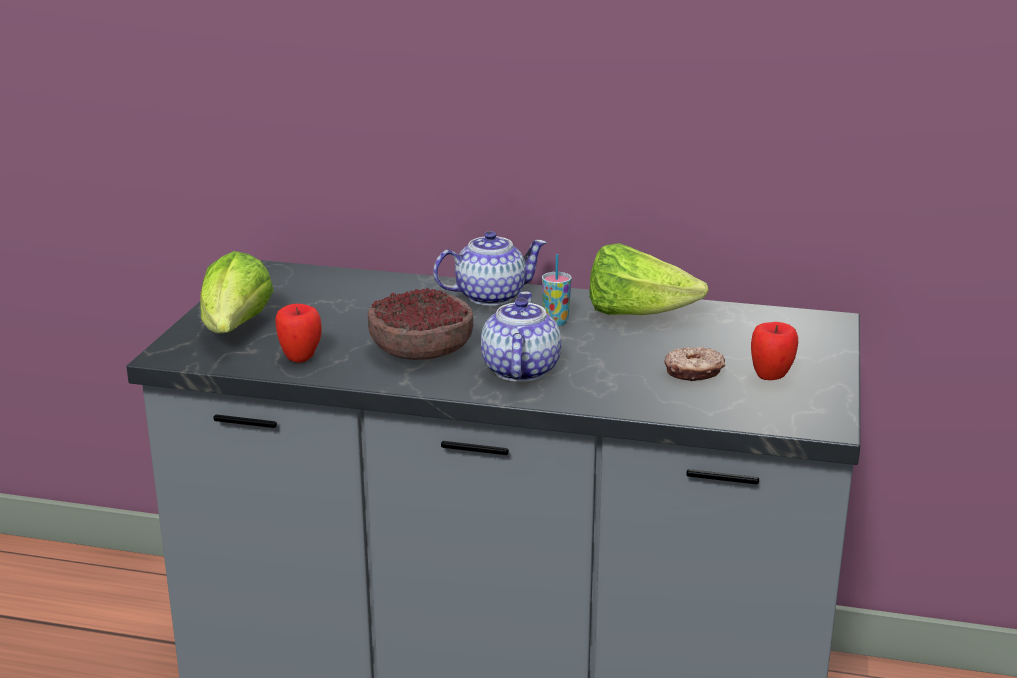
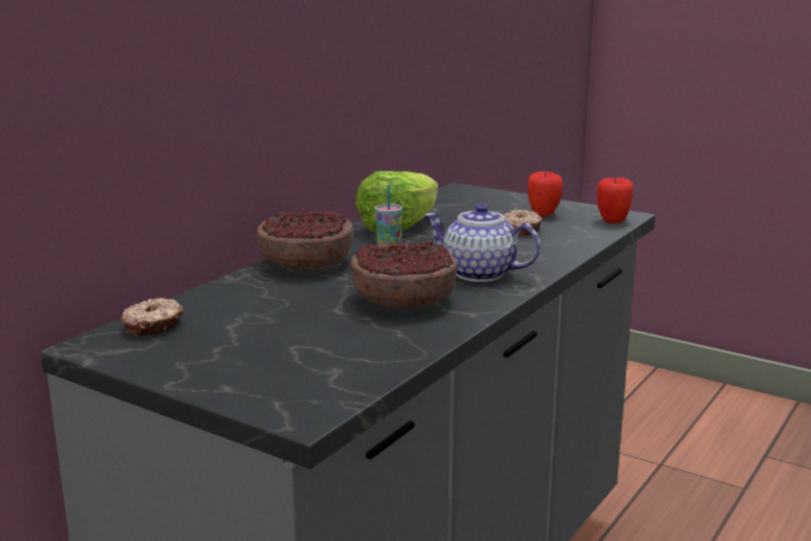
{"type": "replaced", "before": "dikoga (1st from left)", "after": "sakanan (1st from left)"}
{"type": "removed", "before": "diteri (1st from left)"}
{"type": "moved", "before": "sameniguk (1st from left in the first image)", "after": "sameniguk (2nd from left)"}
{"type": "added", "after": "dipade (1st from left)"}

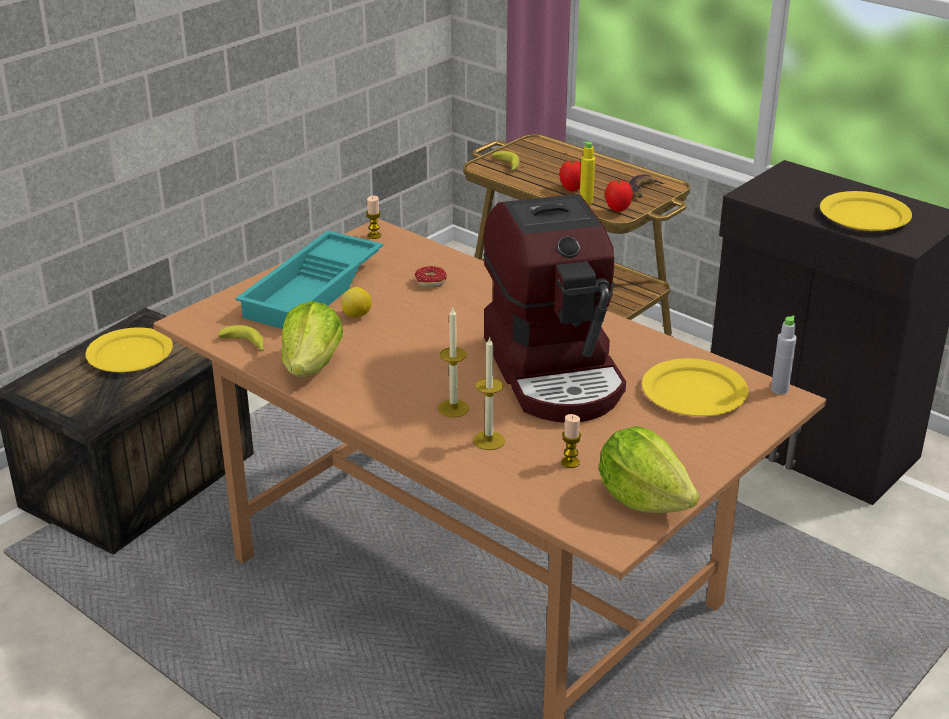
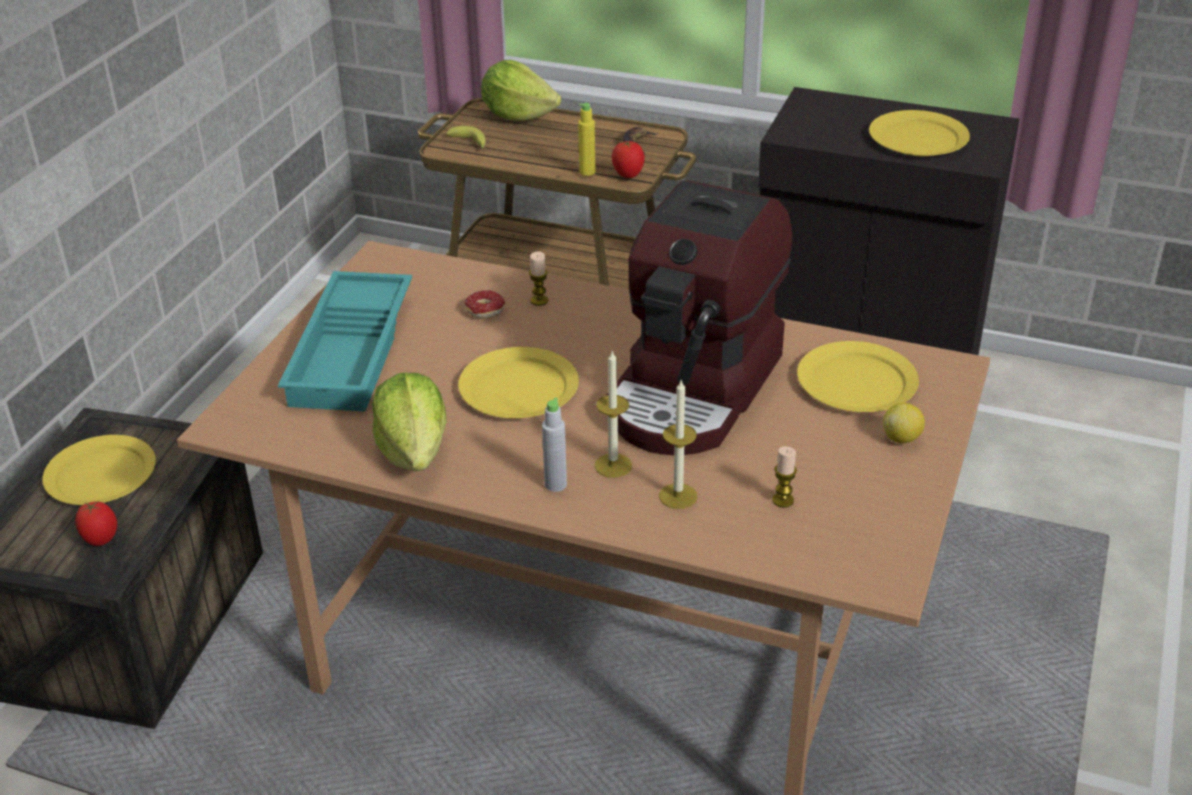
{"type": "moved", "before": "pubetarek (1st from left)"}
{"type": "turned", "before": "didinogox", "turn": 60}
{"type": "moved", "before": "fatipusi (1st from left)"}
{"type": "moved", "before": "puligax"}
{"type": "moved", "before": "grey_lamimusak"}
{"type": "removed", "before": "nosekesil (1st from left)"}
{"type": "moved", "before": "diteri (2nd from left)"}
{"type": "added", "after": "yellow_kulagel (2nd from left)"}

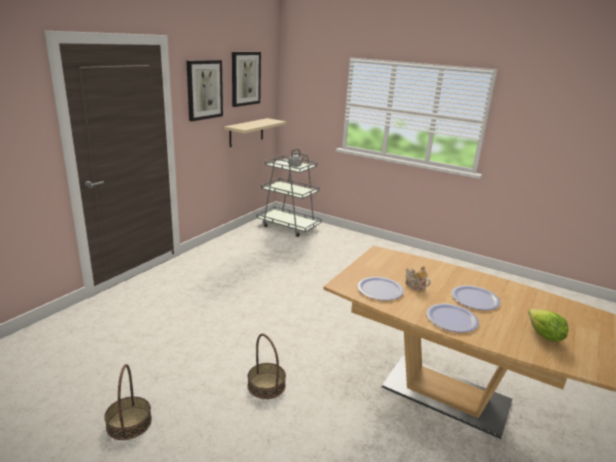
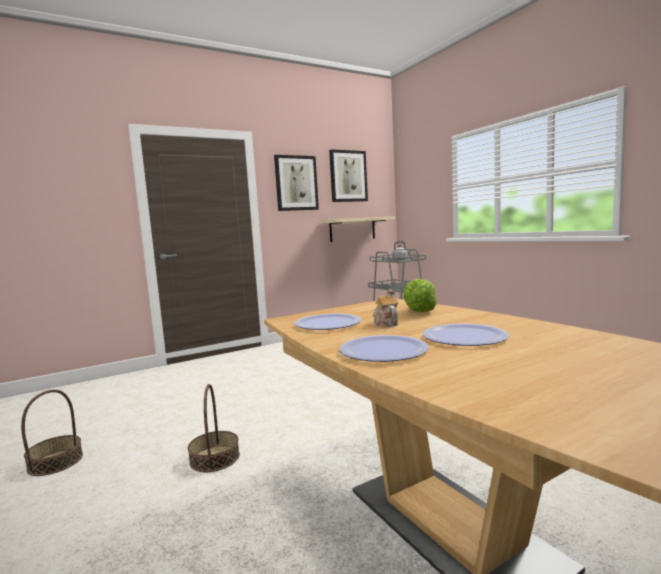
{"type": "moved", "before": "diteri"}

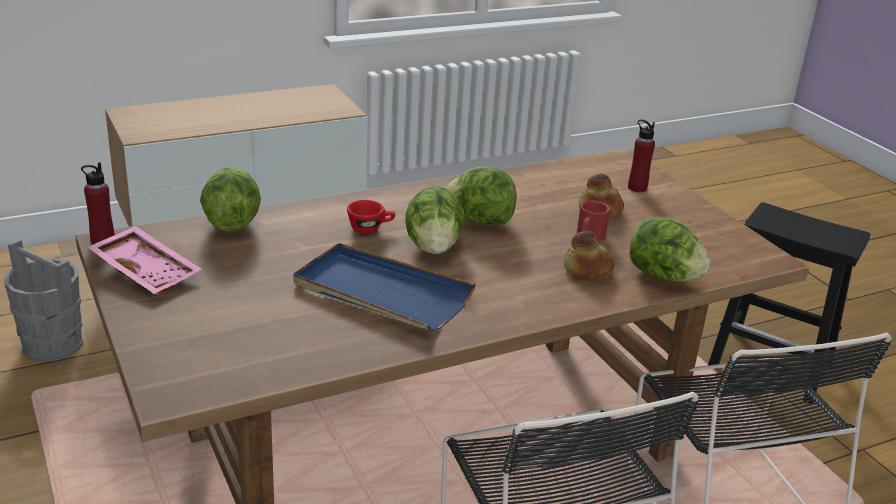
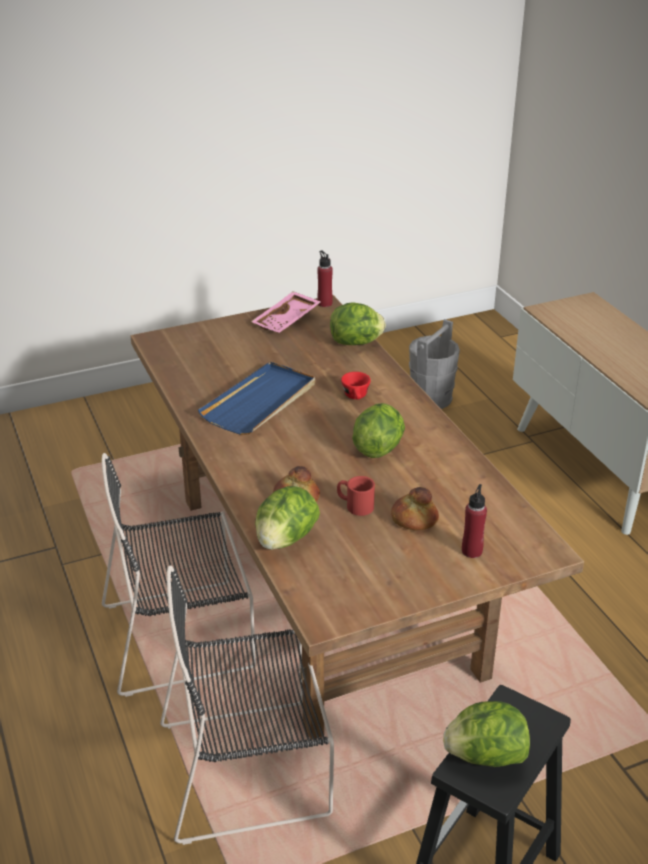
{"type": "moved", "before": "diteri (2nd from left in the first image)", "after": "diteri (4th from left)"}

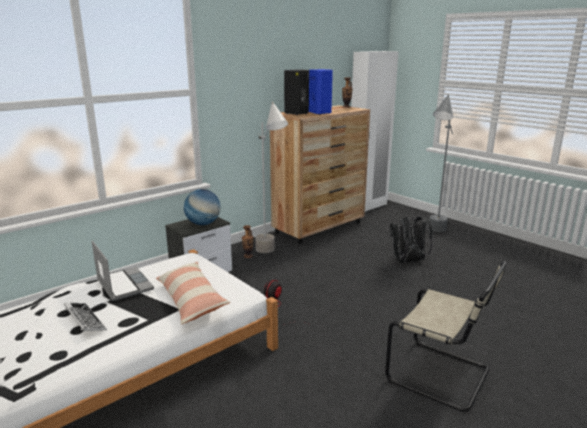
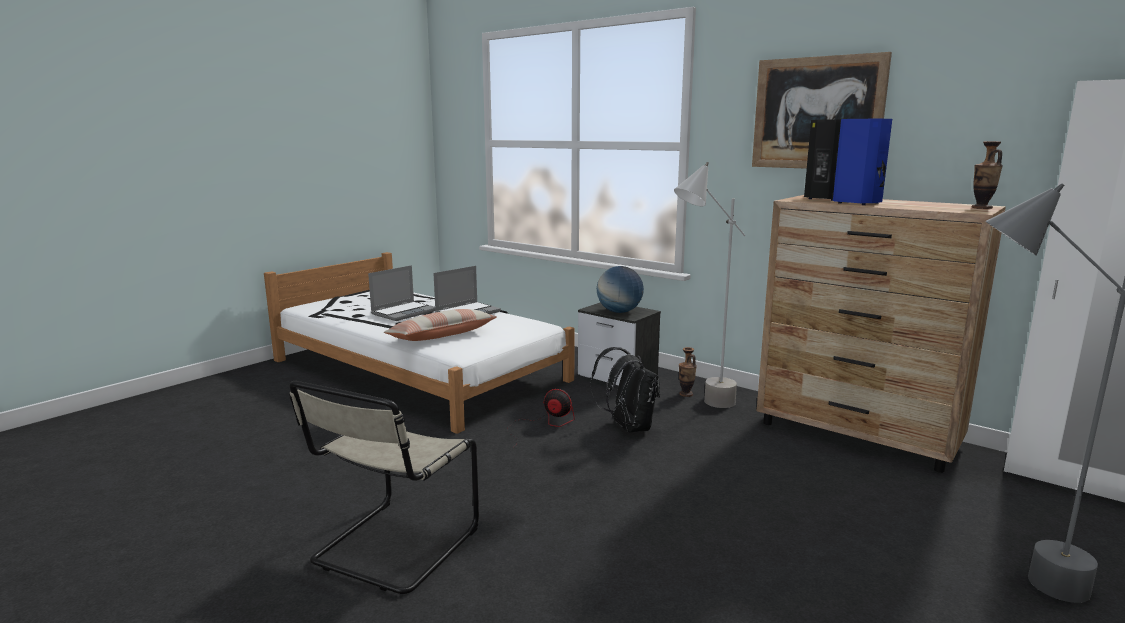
{"type": "moved", "before": "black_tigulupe"}
{"type": "replaced", "before": "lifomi", "after": "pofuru (1st from left)"}
{"type": "added", "after": "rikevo"}

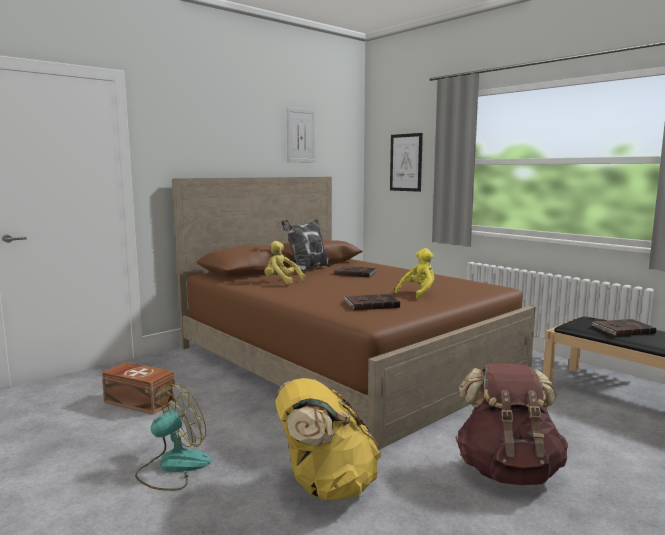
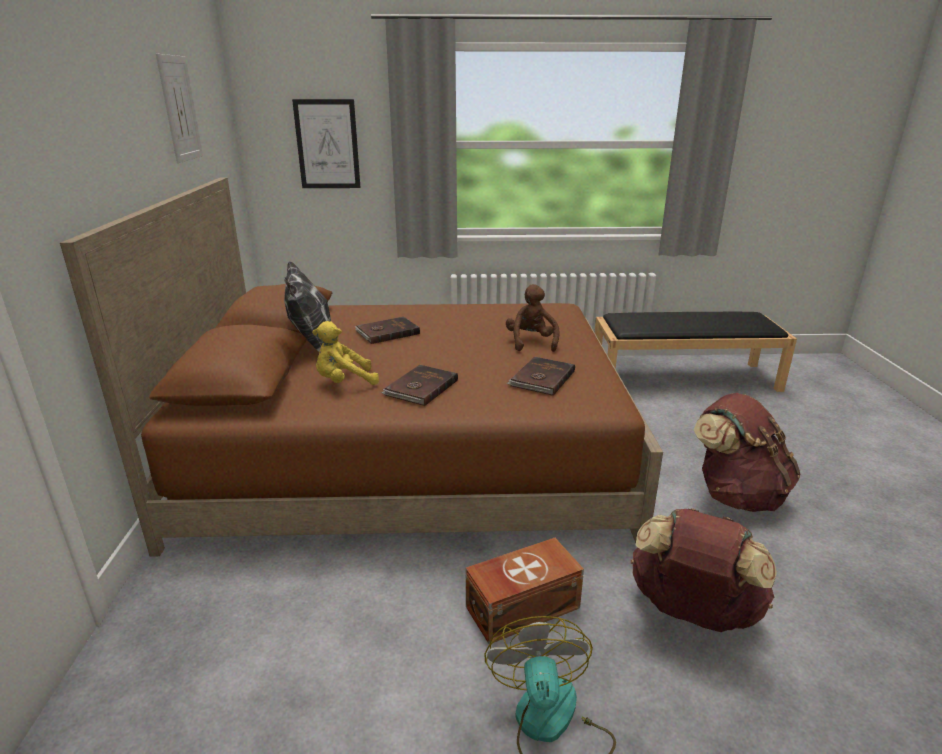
{"type": "recoloured", "before": "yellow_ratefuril (2nd from left)", "after": "brown_ratefuril"}
{"type": "moved", "before": "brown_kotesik (3rd from left in the first image)", "after": "brown_kotesik (2nd from left)"}
{"type": "moved", "before": "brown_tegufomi"}
{"type": "recoloured", "before": "yellow_tigulupe", "after": "brown_tigulupe (1st from left)"}

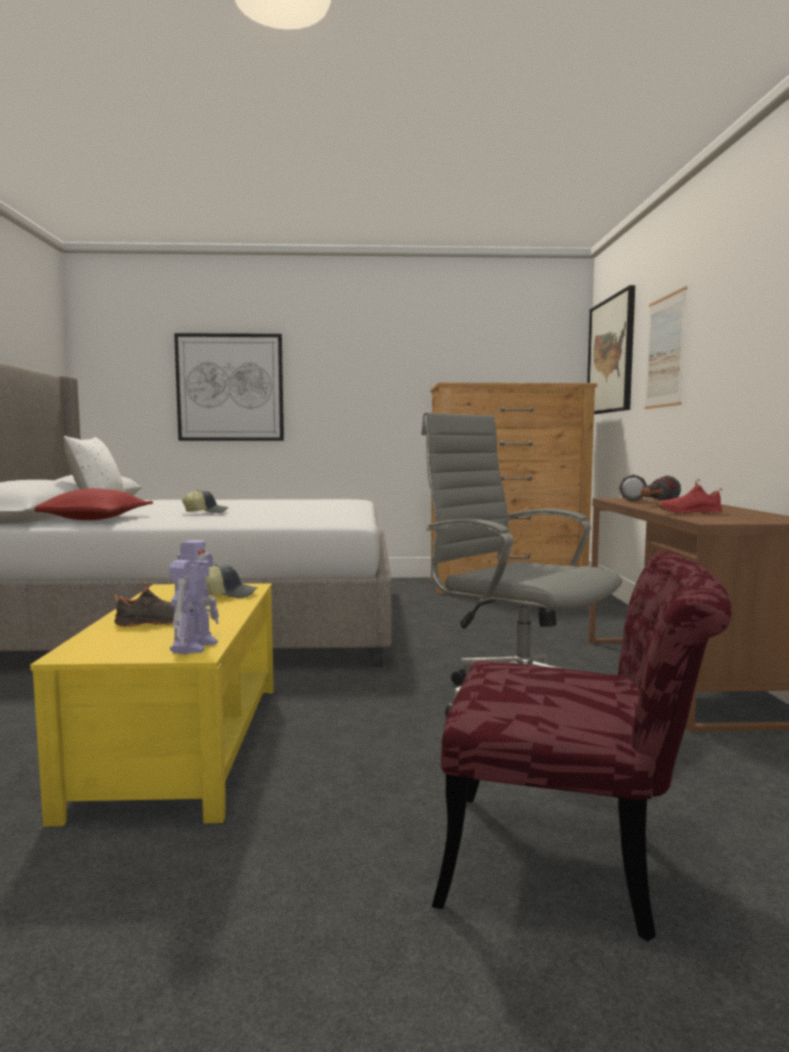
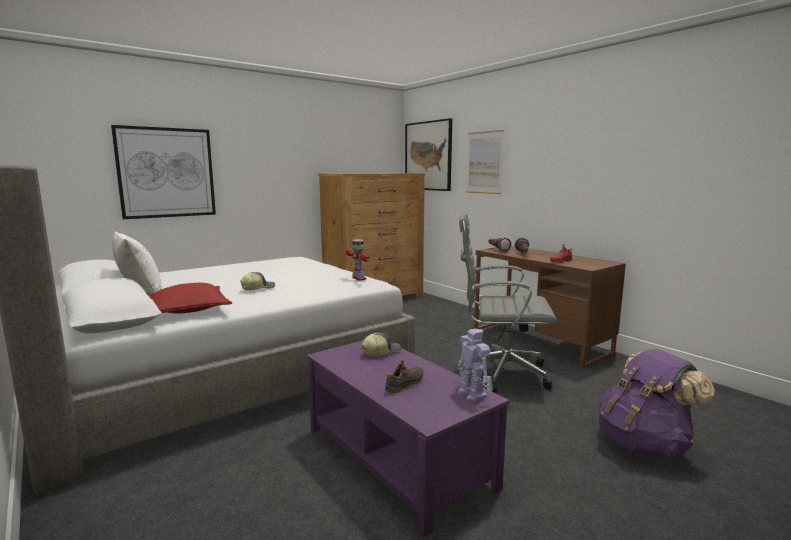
{"type": "replaced", "before": "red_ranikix", "after": "purple_tigulupe"}
{"type": "recoloured", "before": "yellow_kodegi", "after": "purple_kodegi"}
{"type": "added", "after": "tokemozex (1st from left)"}

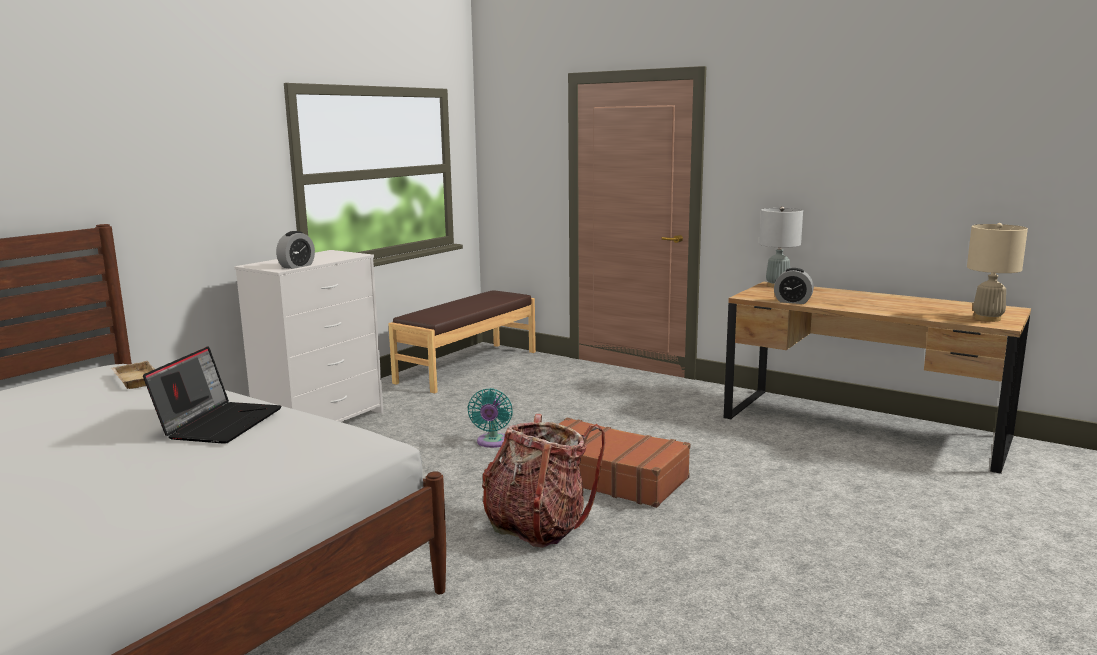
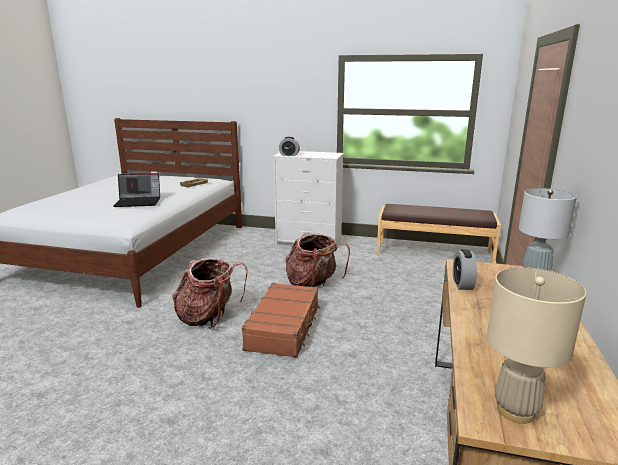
{"type": "replaced", "before": "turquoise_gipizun", "after": "tigulupe (2nd from left)"}

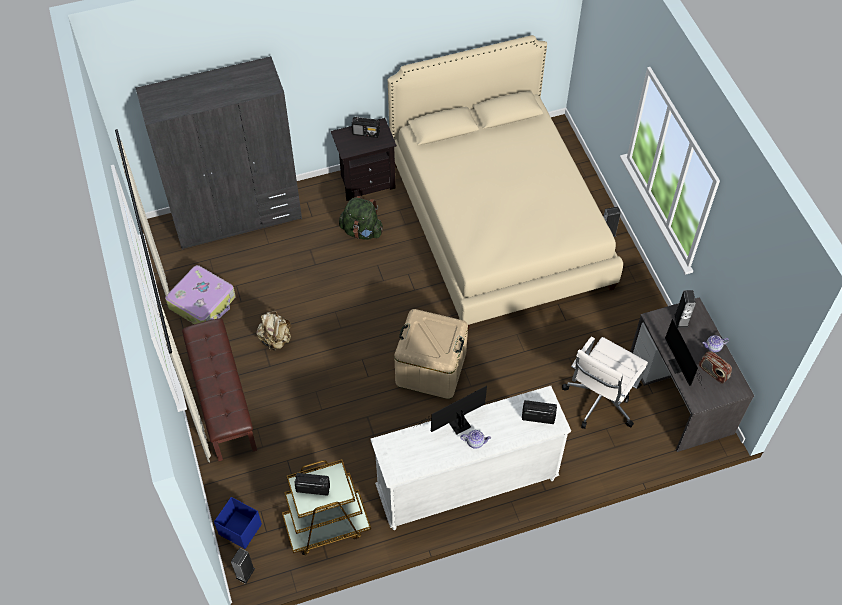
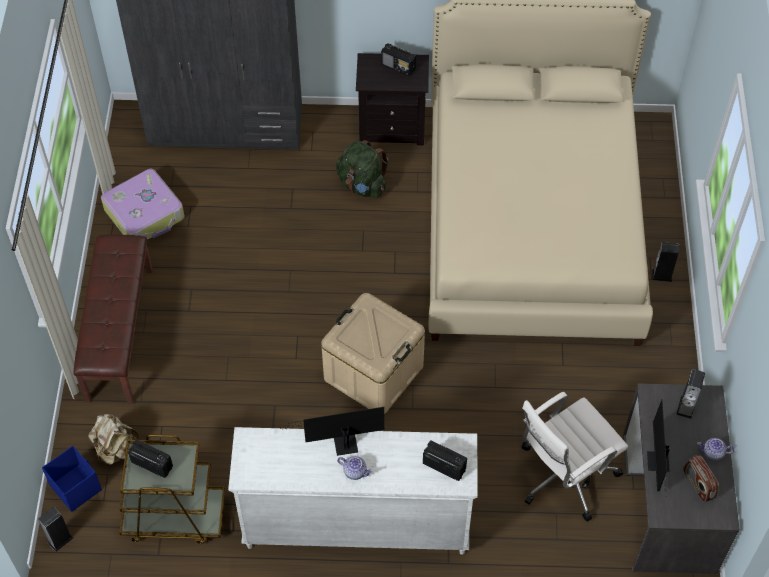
{"type": "moved", "before": "beige_tigulupe"}

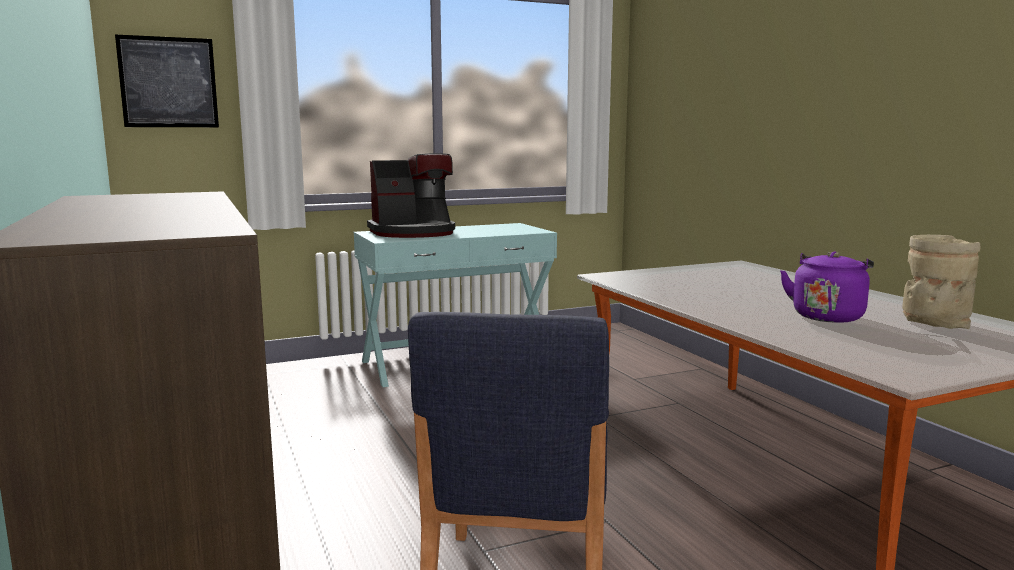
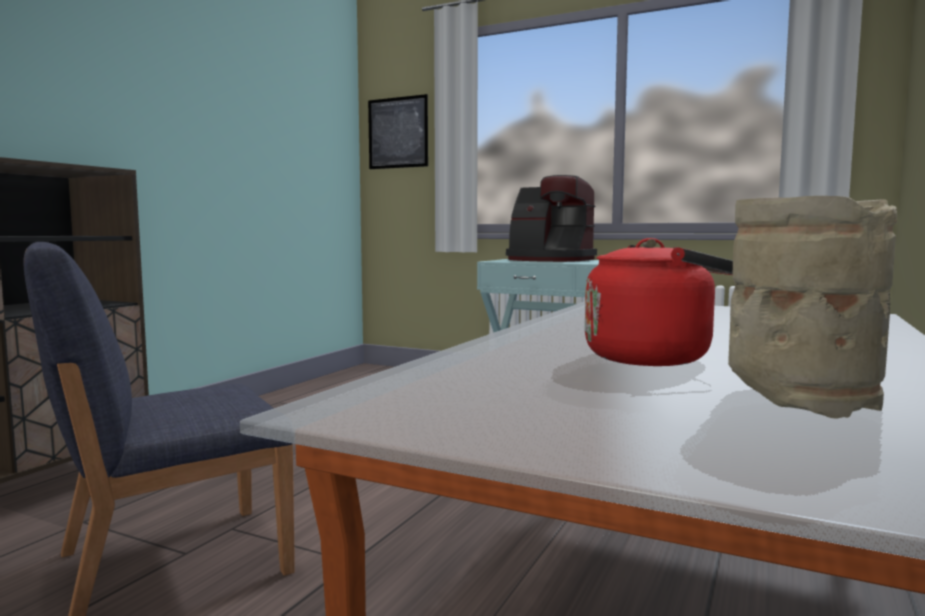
{"type": "recoloured", "before": "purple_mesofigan", "after": "red_mesofigan"}

